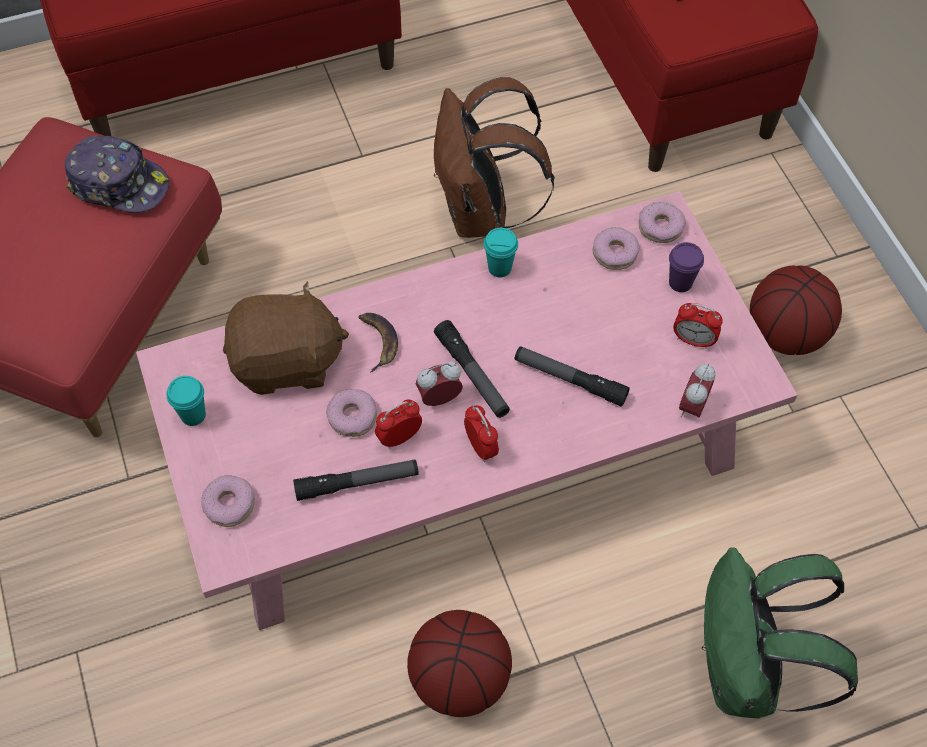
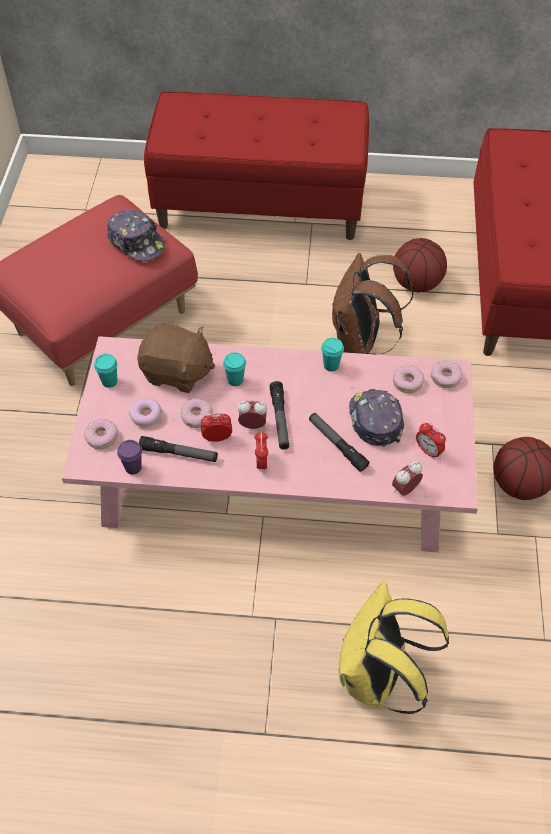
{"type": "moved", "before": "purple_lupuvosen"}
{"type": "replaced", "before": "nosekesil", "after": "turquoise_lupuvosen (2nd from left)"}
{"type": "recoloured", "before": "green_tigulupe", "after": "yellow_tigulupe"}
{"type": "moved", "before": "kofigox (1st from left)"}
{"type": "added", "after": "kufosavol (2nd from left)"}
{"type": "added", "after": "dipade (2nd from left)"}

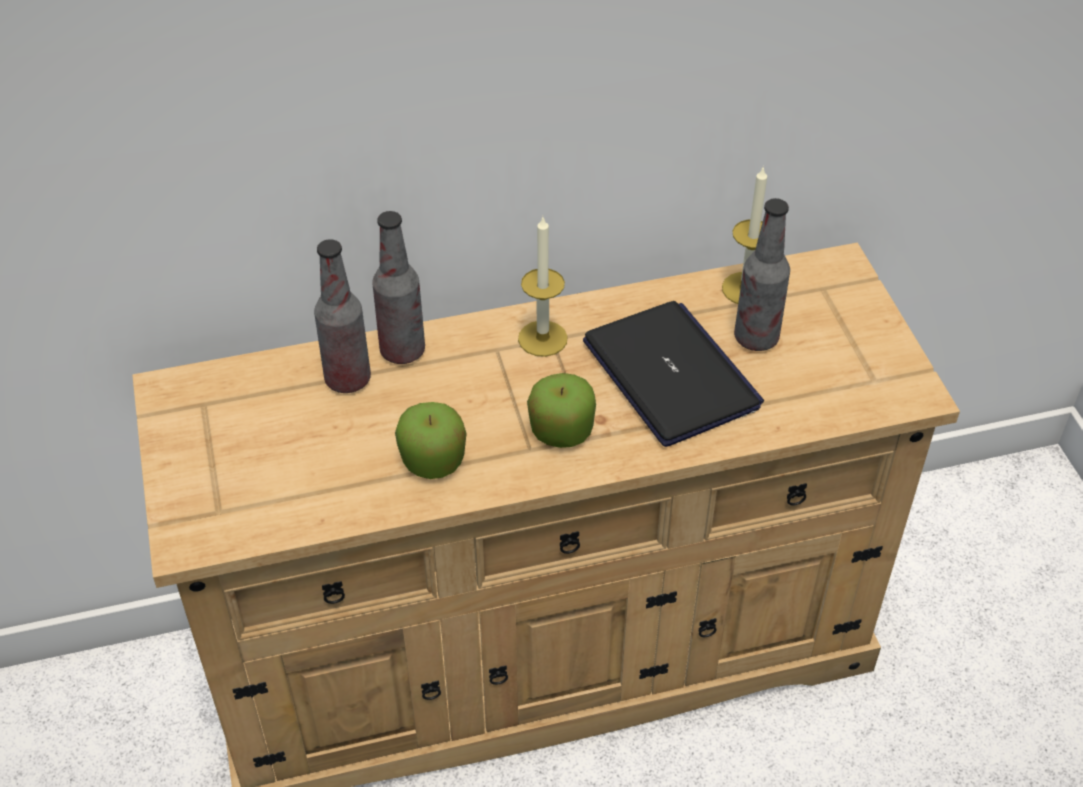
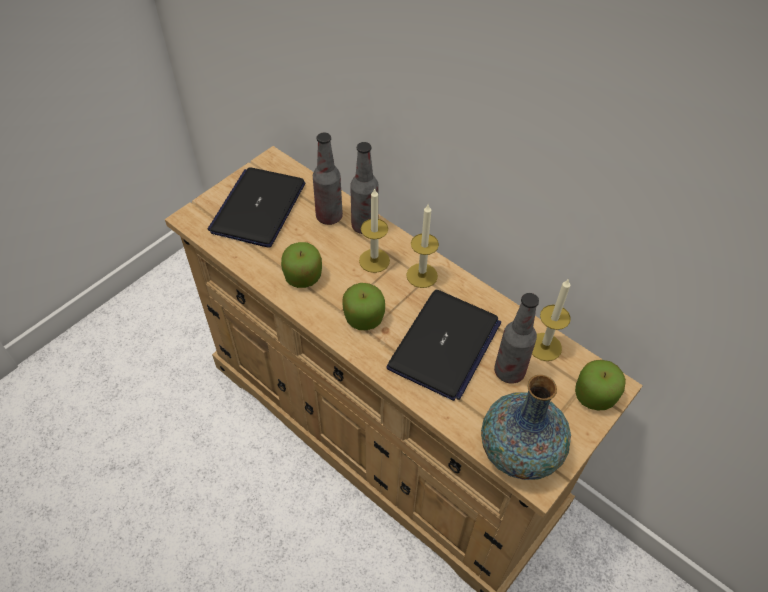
{"type": "added", "after": "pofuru (1st from left)"}
{"type": "added", "after": "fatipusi (1st from left)"}
{"type": "added", "after": "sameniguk (3rd from left)"}
{"type": "added", "after": "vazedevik"}

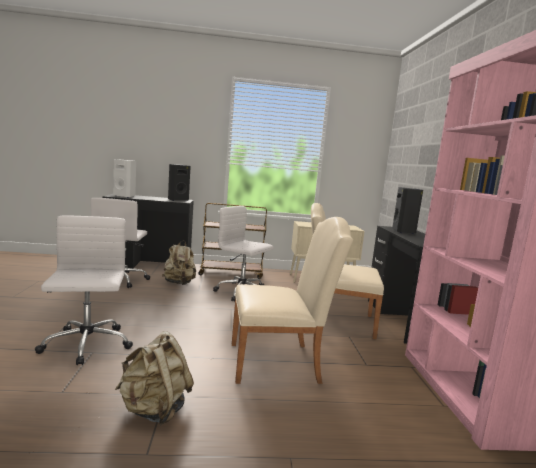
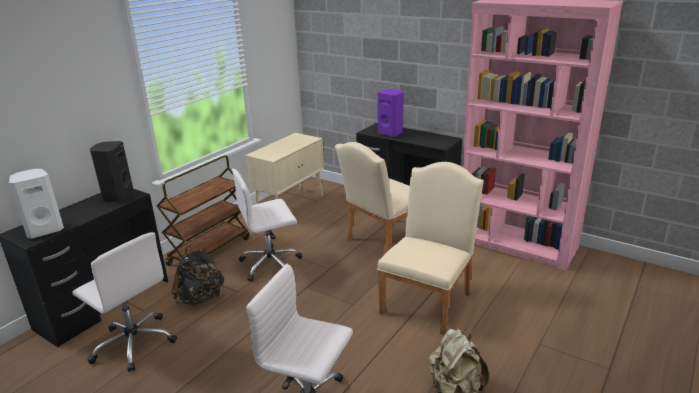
{"type": "recoloured", "before": "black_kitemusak (2nd from left)", "after": "purple_kitemusak"}
{"type": "recoloured", "before": "beige_tigulupe (2nd from left)", "after": "black_tigulupe"}

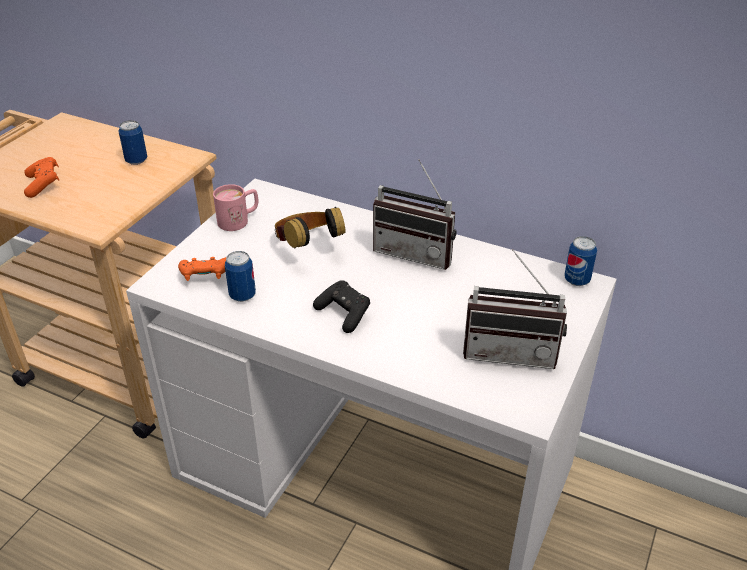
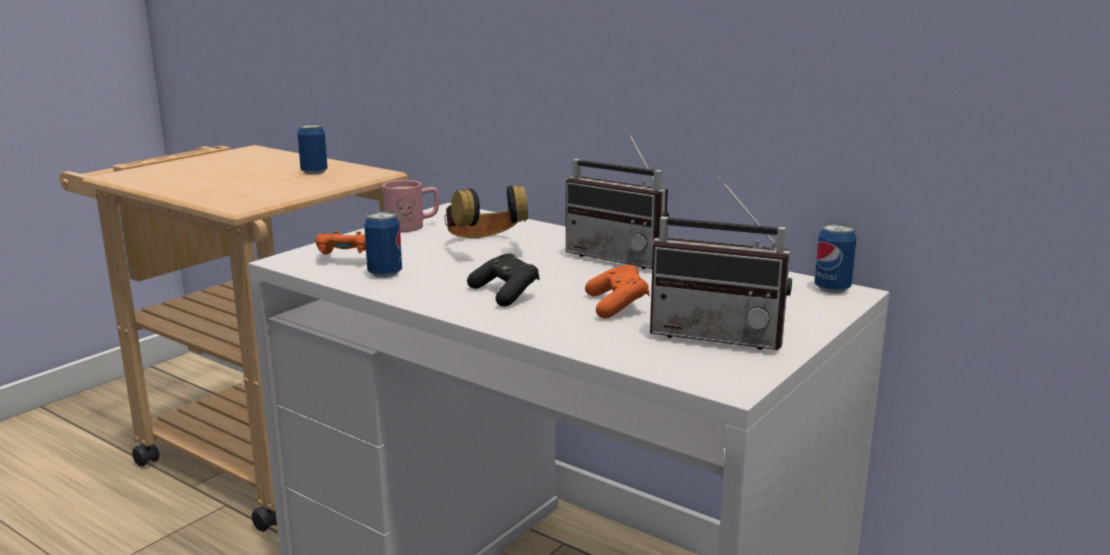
{"type": "moved", "before": "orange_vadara (1st from left in the first image)", "after": "orange_vadara (2nd from left)"}

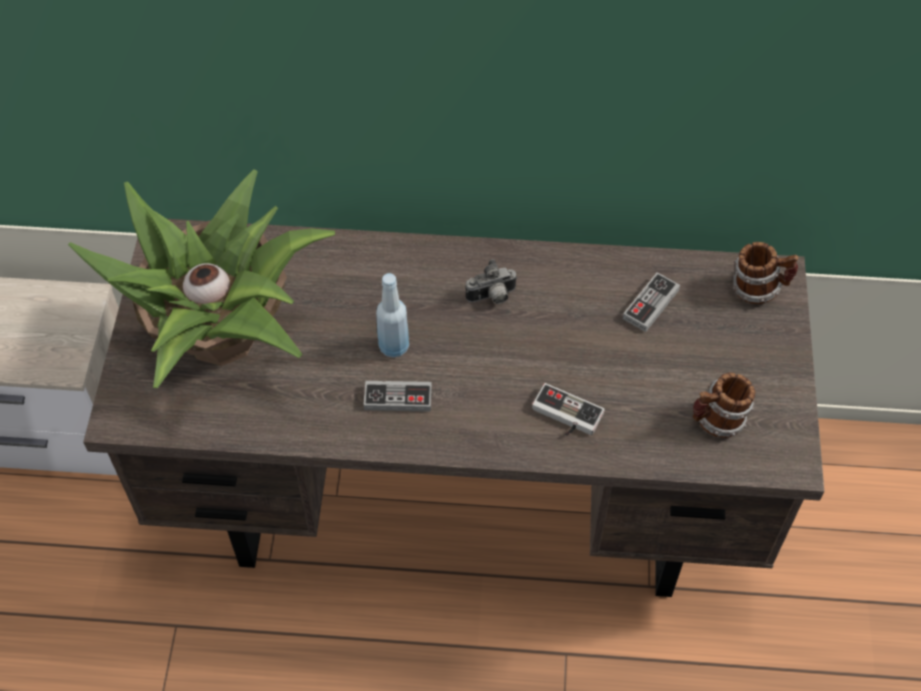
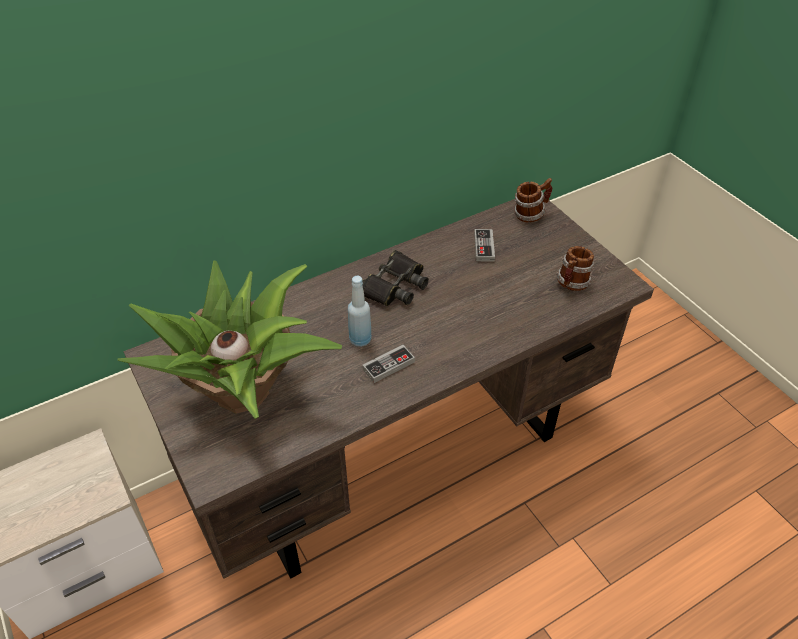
{"type": "replaced", "before": "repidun", "after": "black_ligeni"}
{"type": "removed", "before": "vadara (2nd from left)"}

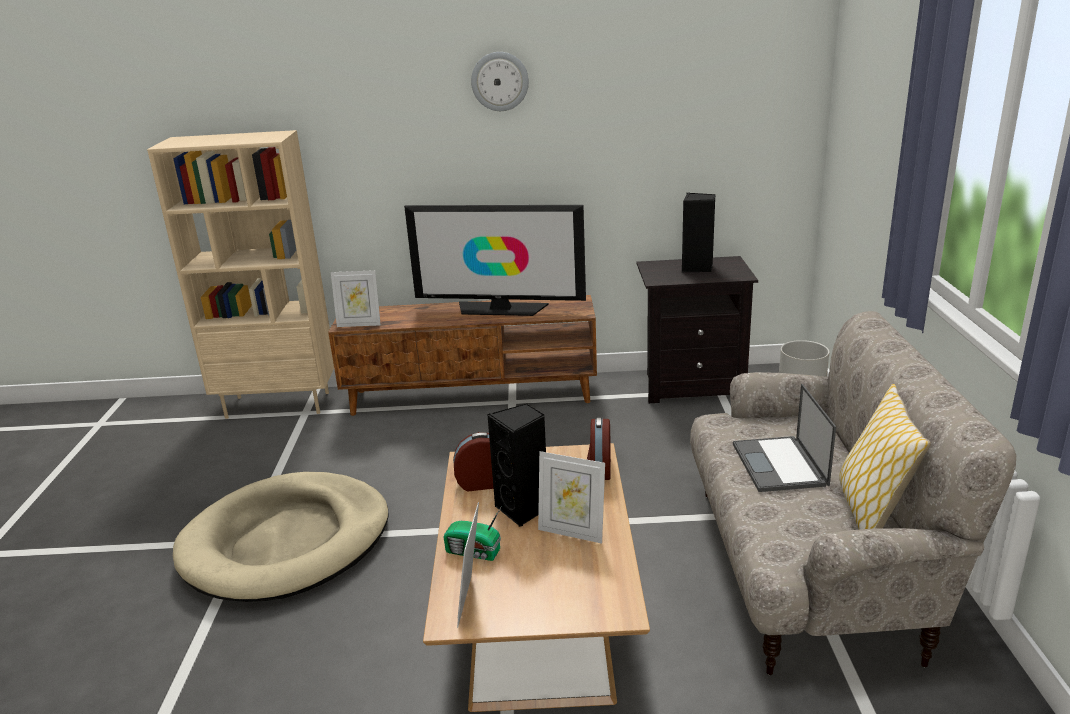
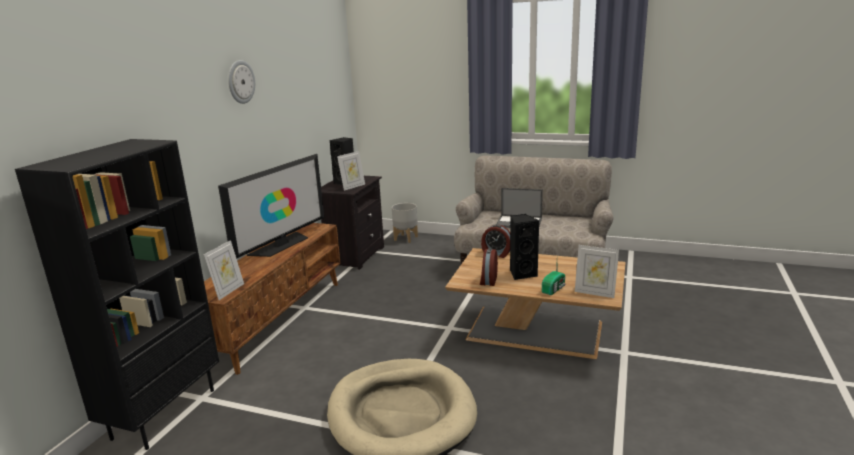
{"type": "recoloured", "before": "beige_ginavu", "after": "black_ginavu"}
{"type": "removed", "before": "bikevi"}
{"type": "moved", "before": "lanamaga (3rd from left in the first image)", "after": "lanamaga (2nd from left)"}

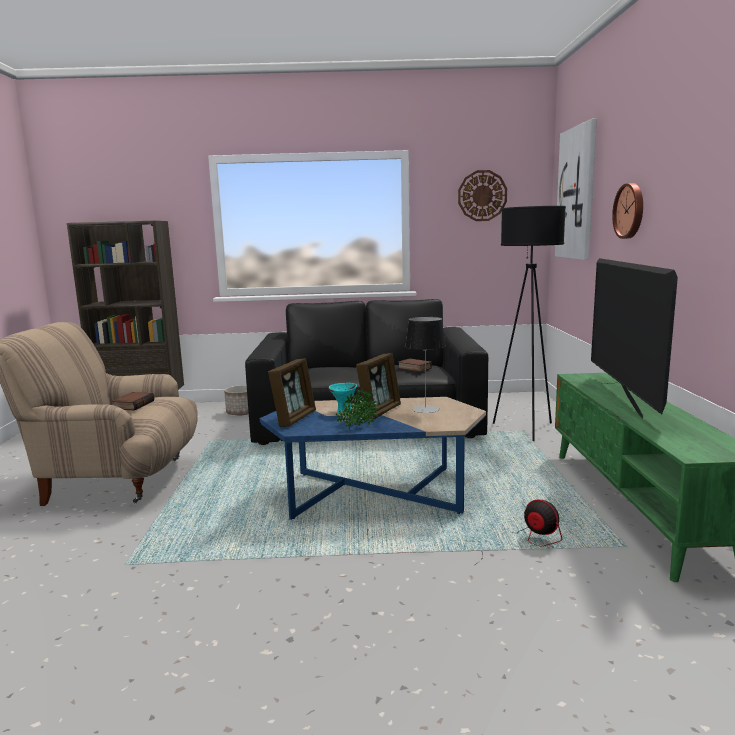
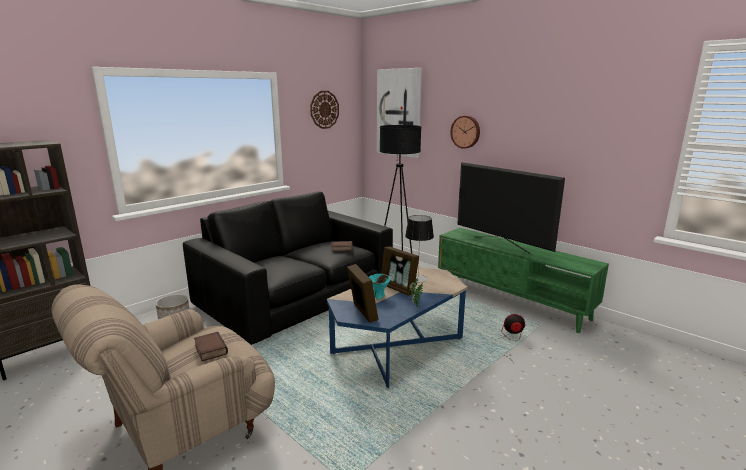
{"type": "turned", "before": "lanamaga (2nd from left)", "turn": 150}

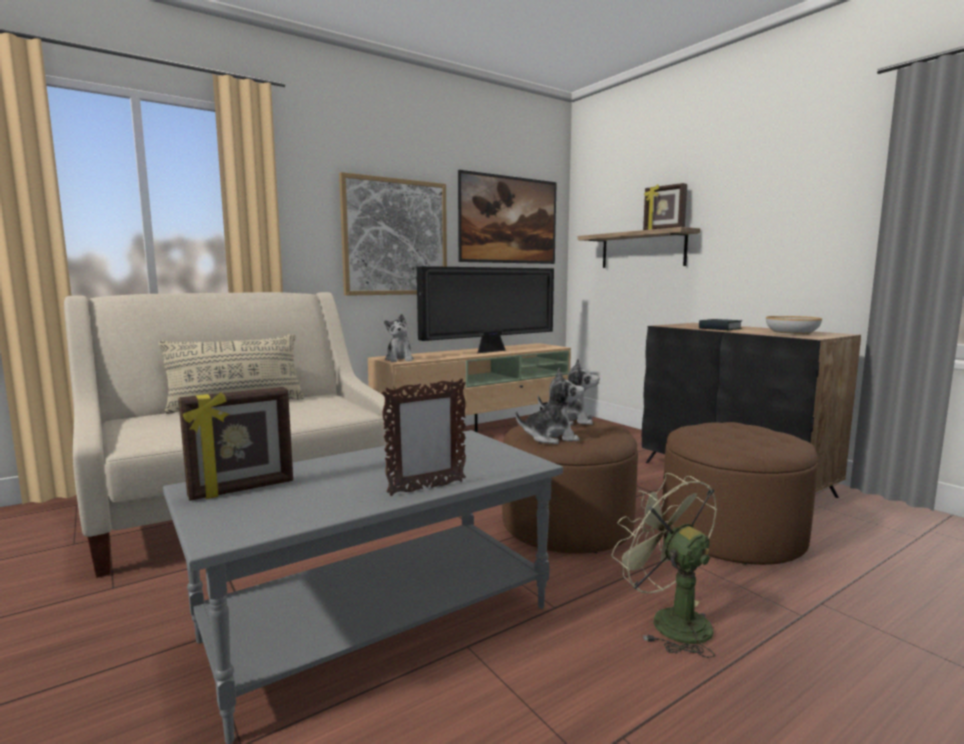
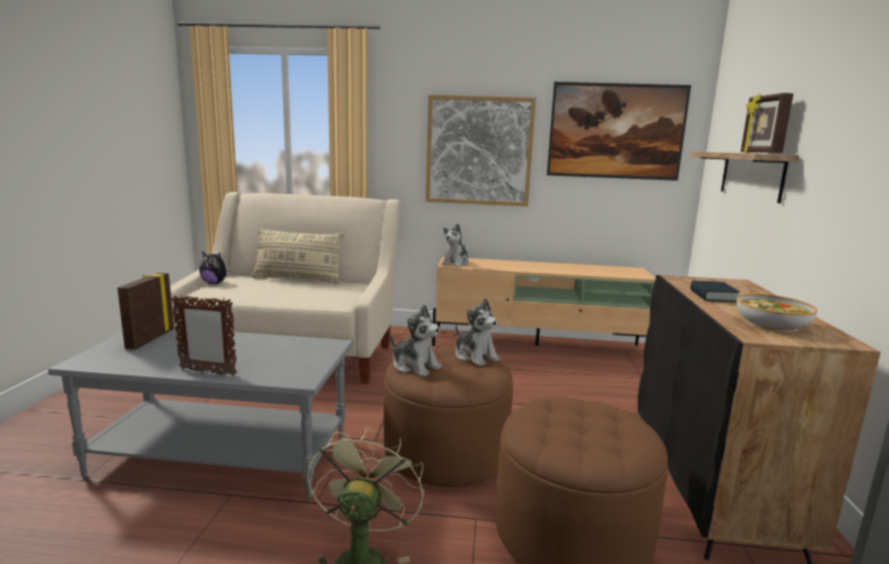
{"type": "removed", "before": "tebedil"}
{"type": "turned", "before": "lanamaga (1st from left)", "turn": 90}
{"type": "added", "after": "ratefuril (1st from left)"}

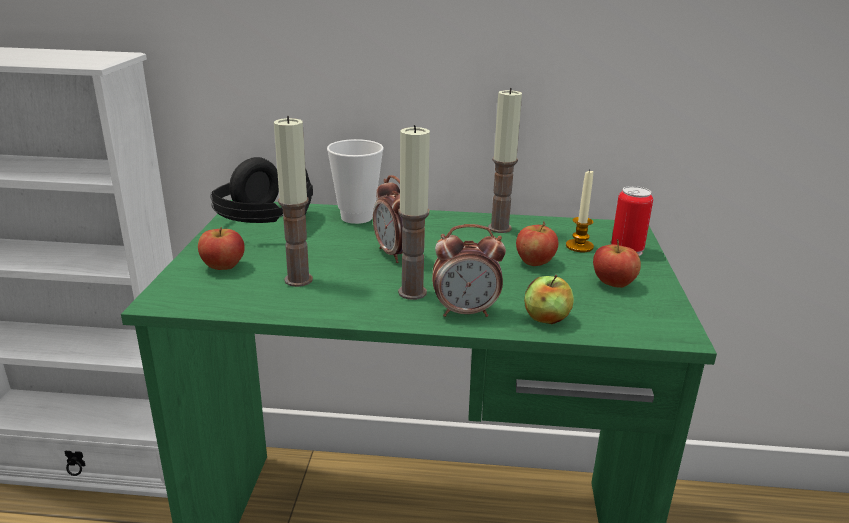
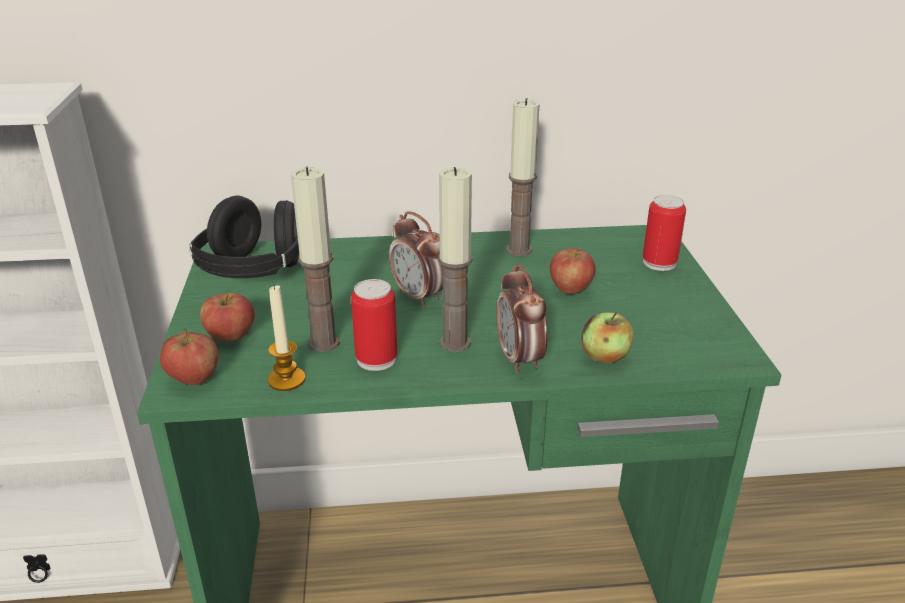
{"type": "removed", "before": "lupuvosen"}
{"type": "moved", "before": "fatipusi (4th from left in the first image)", "after": "fatipusi (1st from left)"}
{"type": "turned", "before": "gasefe (2nd from left)", "turn": 90}
{"type": "moved", "before": "sameniguk (4th from left in the first image)", "after": "sameniguk (1st from left)"}
{"type": "added", "after": "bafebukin (1st from left)"}

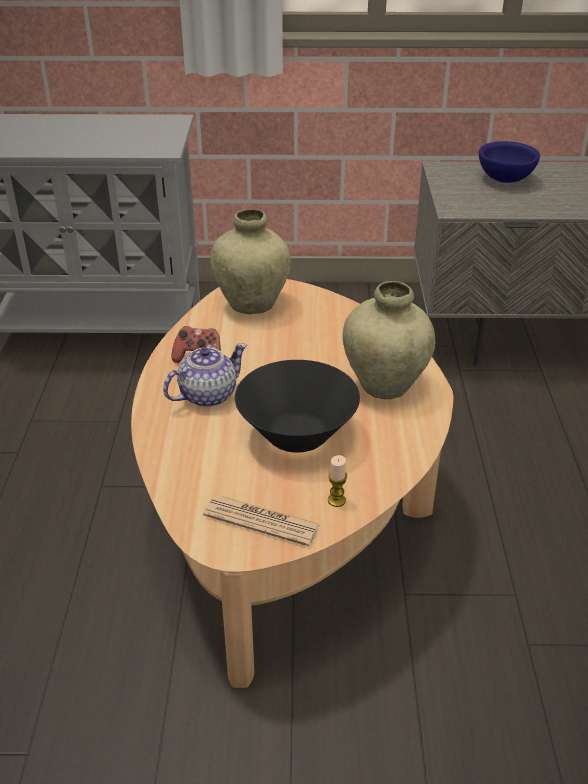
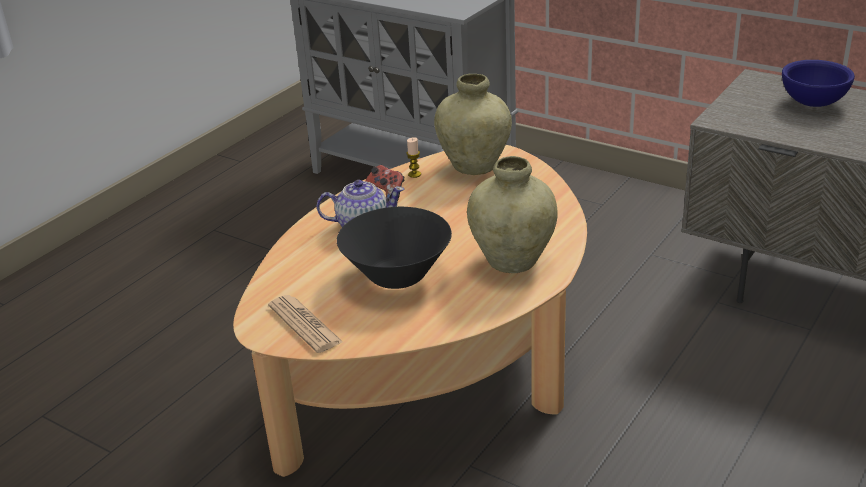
{"type": "moved", "before": "fatipusi"}

